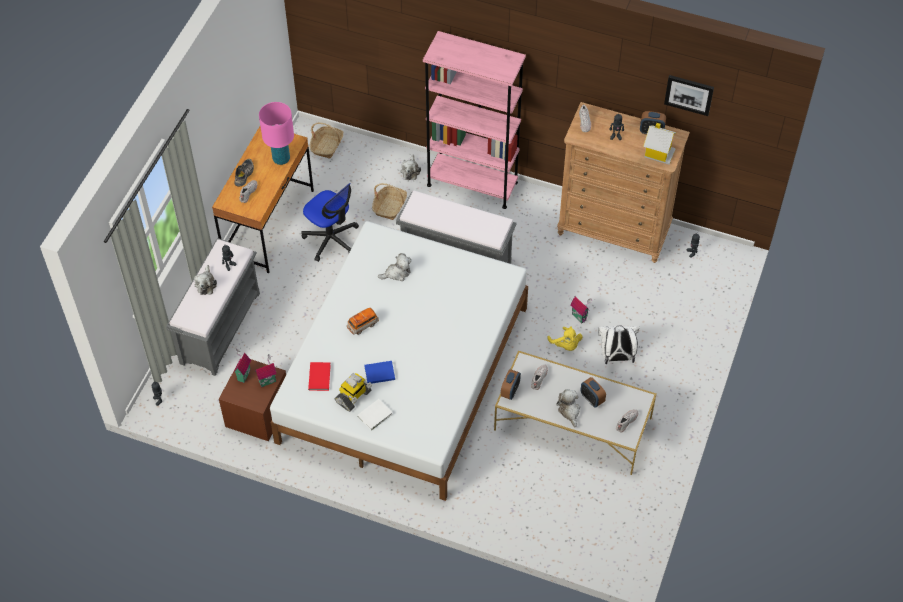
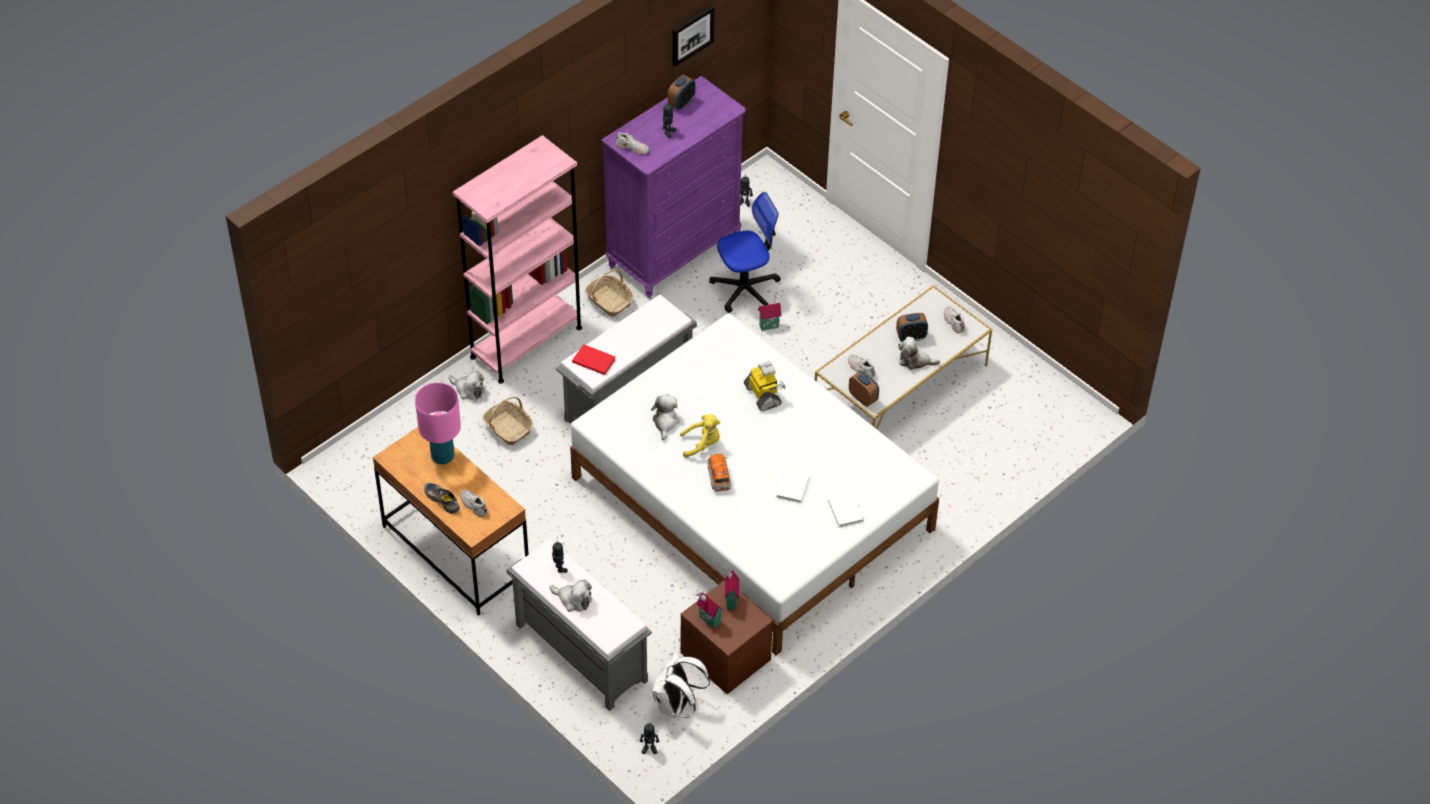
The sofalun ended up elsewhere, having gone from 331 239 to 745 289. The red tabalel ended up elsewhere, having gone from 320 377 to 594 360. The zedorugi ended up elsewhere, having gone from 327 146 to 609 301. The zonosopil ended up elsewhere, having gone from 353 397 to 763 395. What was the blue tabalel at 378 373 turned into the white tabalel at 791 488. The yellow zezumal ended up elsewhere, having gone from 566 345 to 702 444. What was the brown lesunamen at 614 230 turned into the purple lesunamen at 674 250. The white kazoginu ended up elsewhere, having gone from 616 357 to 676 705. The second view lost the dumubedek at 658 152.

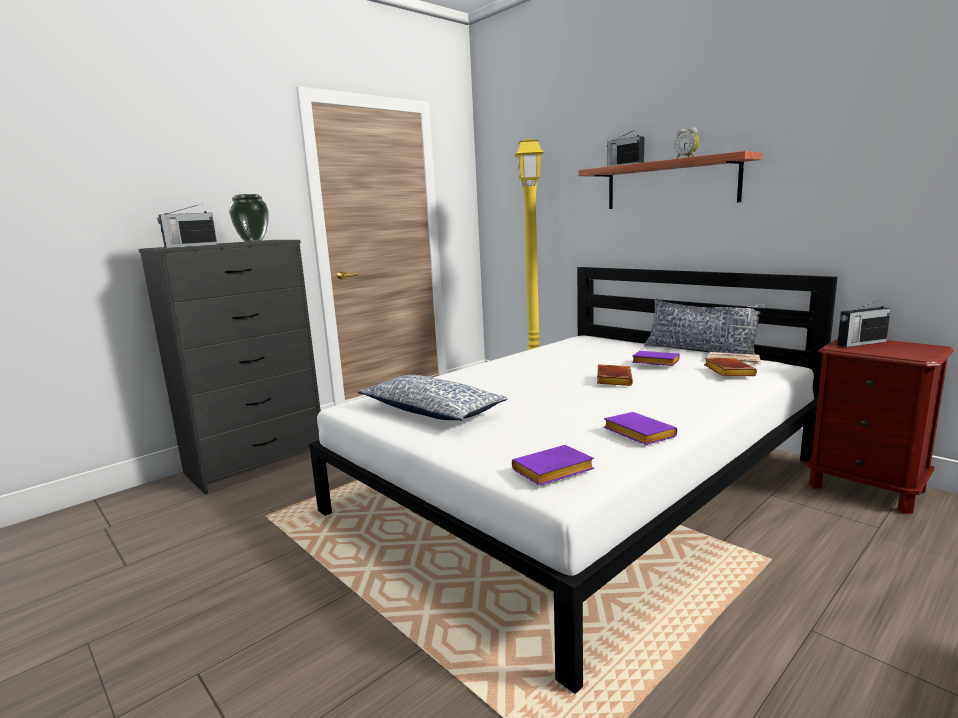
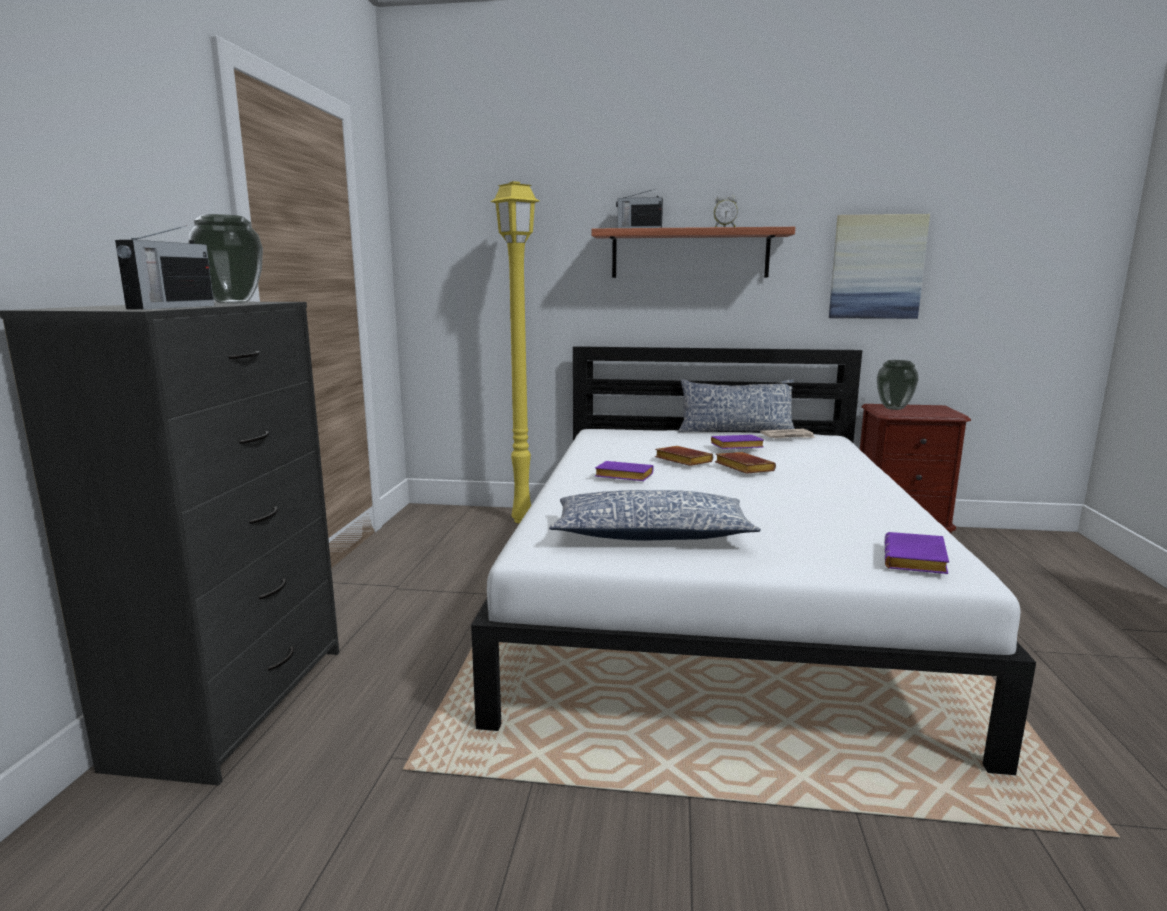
The purple tabalel ended up elsewhere, having gone from 636 434 to 622 477. The brown tabalel ended up elsewhere, having gone from 726 371 to 681 461. Where the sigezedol stood at 860 343, the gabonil came to stand at 893 408. The second view gained the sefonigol at 876 267.

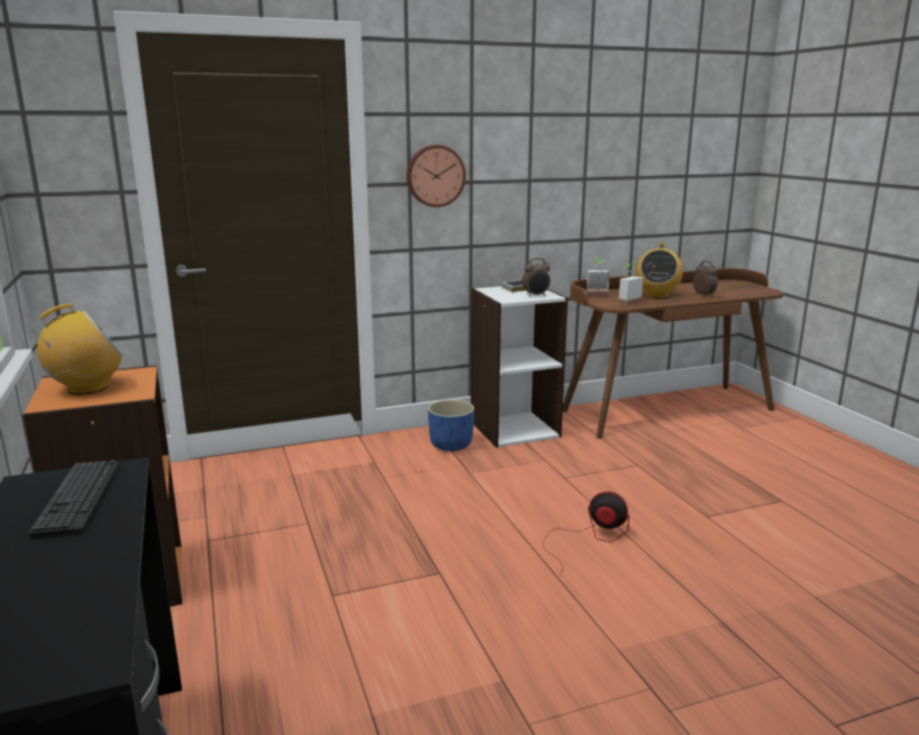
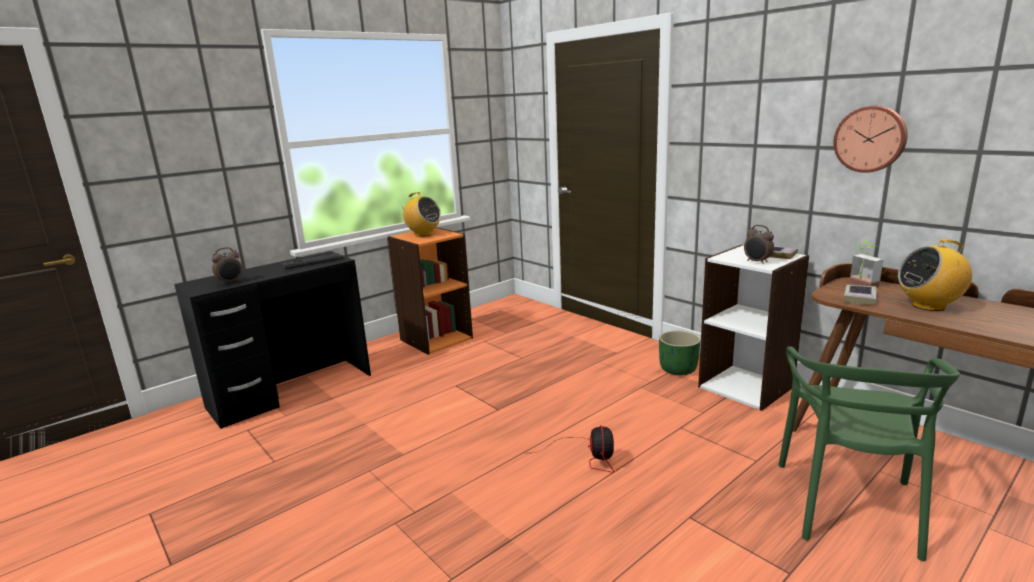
The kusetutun ended up elsewhere, having gone from 435 176 to 870 139. What was the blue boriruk at 451 444 turned into the green boriruk at 678 369. Where the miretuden stood at 626 302, the tabalel came to stand at 860 298. The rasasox ended up elsewhere, having gone from 704 295 to 230 282. The second view gained the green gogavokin at 849 506.

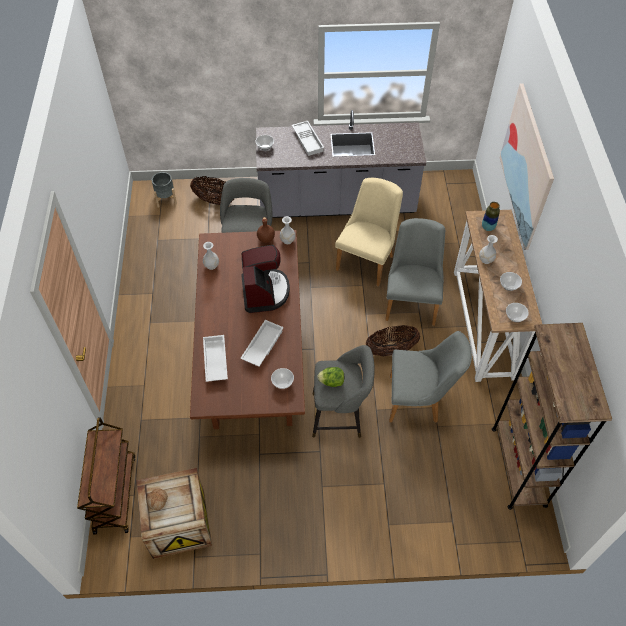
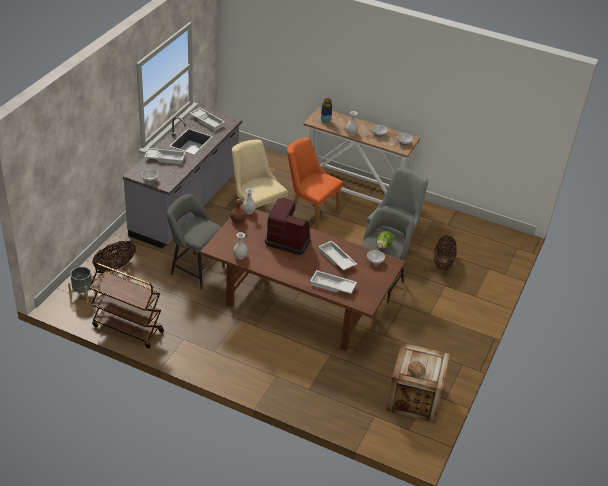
The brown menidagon ended up elsewhere, having gone from 114 493 to 127 329. The zedorugi ended up elsewhere, having gone from 391 350 to 442 263. What was the grey gogavokin at 411 300 turned into the orange gogavokin at 309 210. The second view lost the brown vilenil at 518 466. The second view lost the sefonigol at 526 166. The second view gained the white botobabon at 207 121.

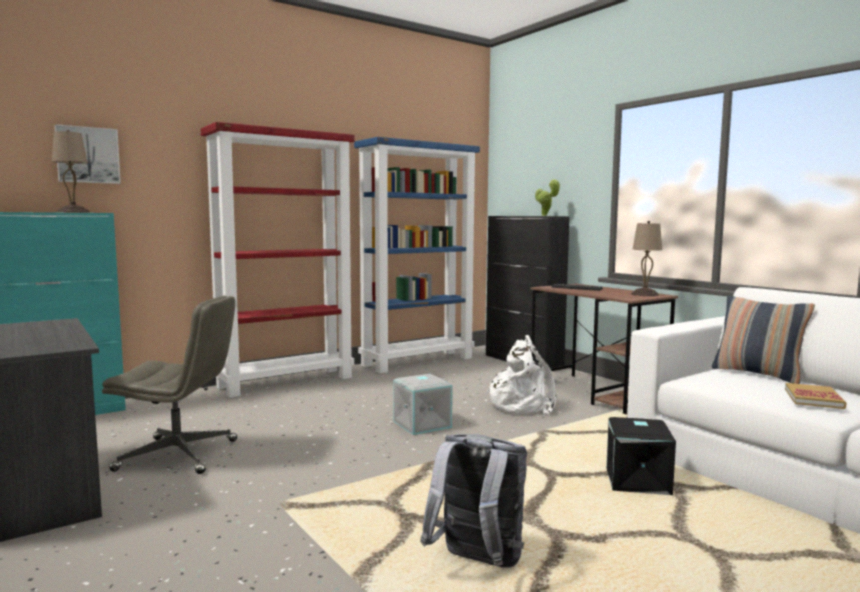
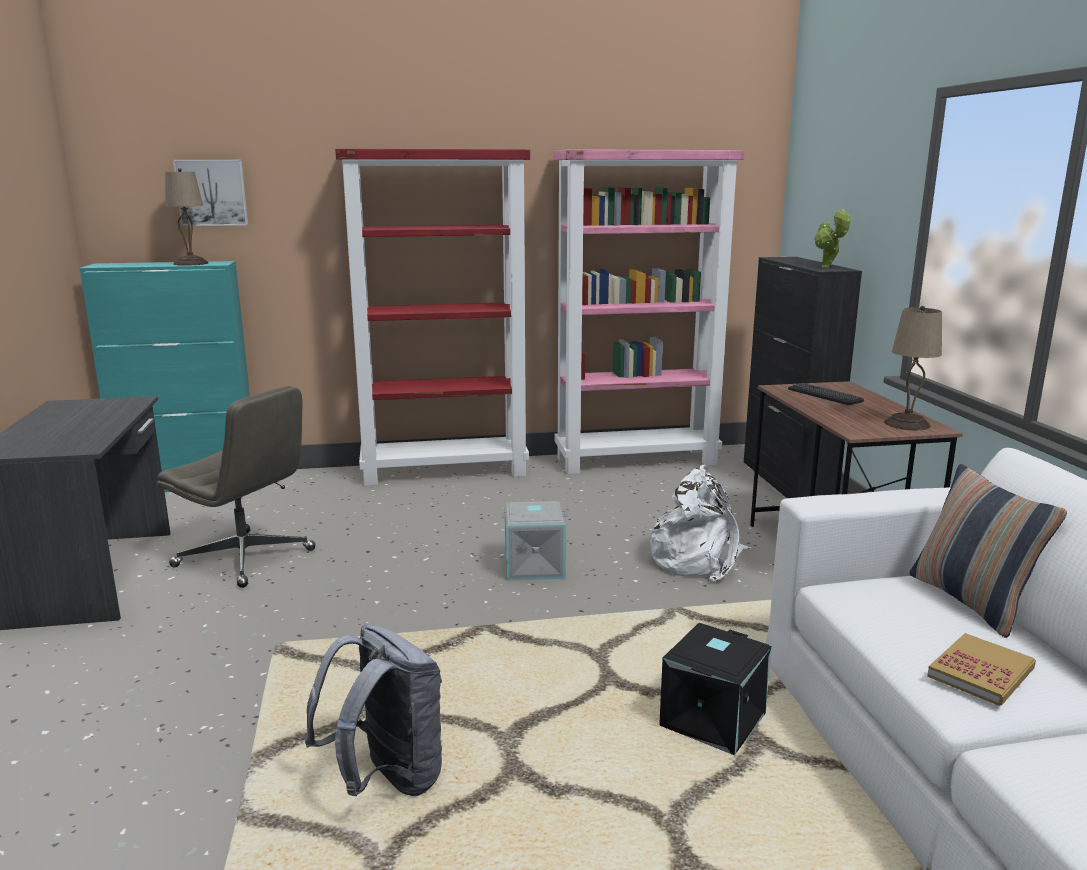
What was the blue vilenil at 418 361 turned into the pink vilenil at 637 460.

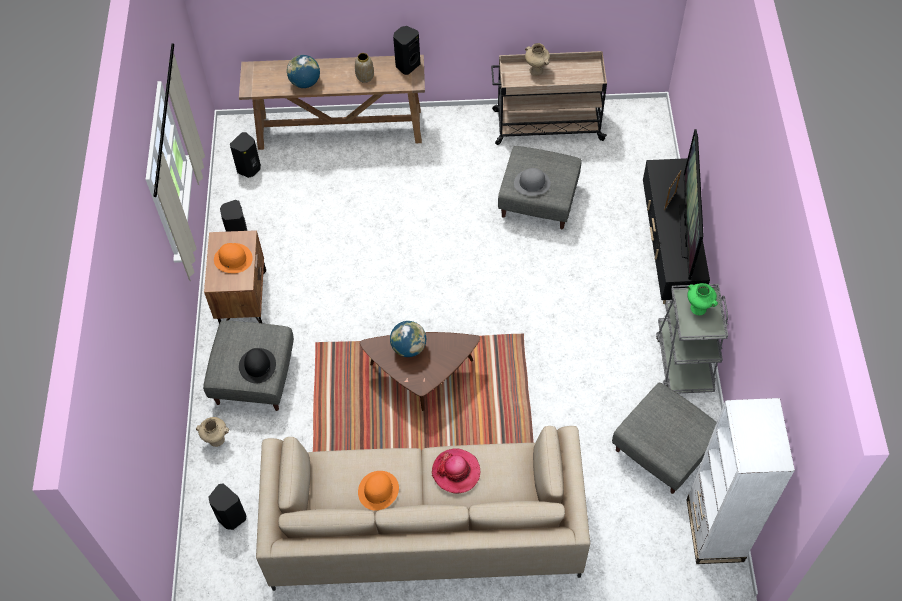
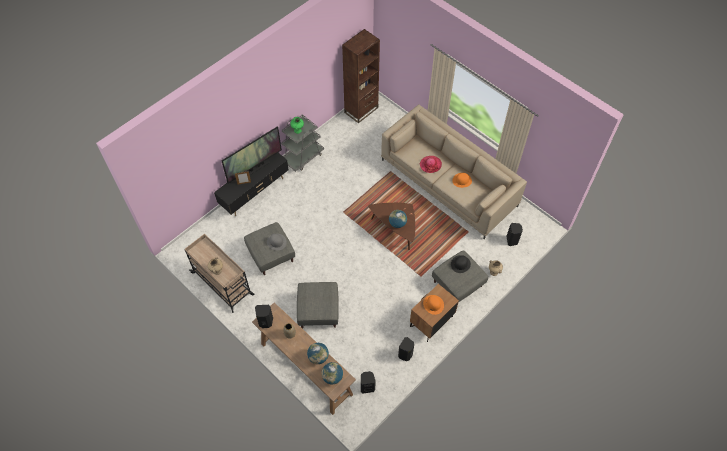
The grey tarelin ended up elsewhere, having gone from 663 449 to 318 311. What was the white vilenil at 714 530 turned into the brown vilenil at 361 110. The second view gained the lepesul at 332 377.

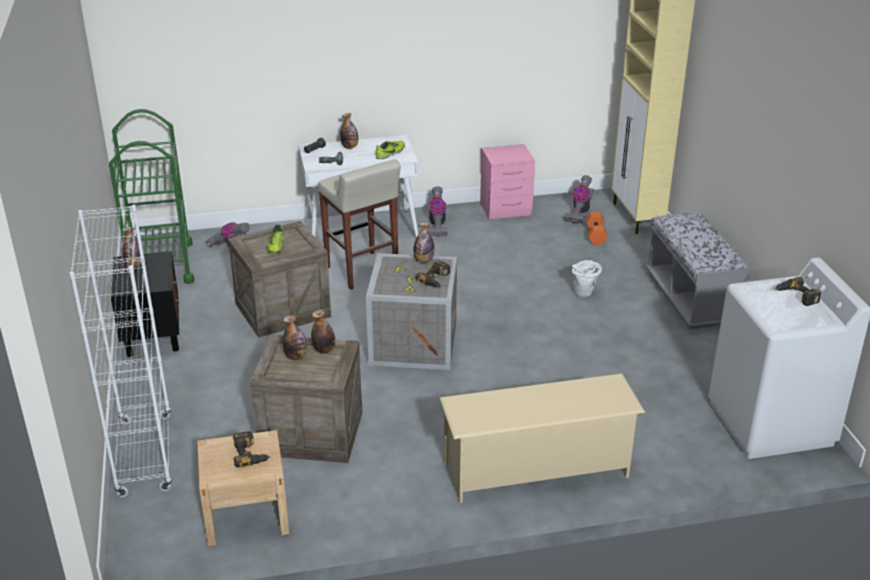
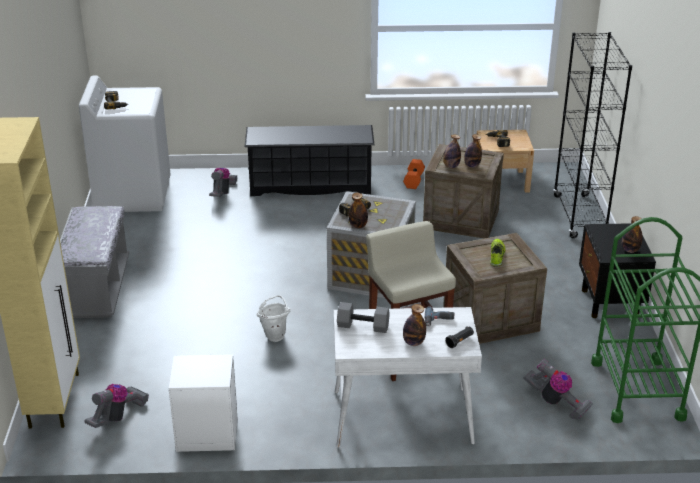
What was the white vilenil at 145 455 turned into the black vilenil at 579 216. Where the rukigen stood at 390 153, the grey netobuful came to stand at 363 326. The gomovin ended up elsewhere, having gone from 437 225 to 222 193. What was the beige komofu at 536 470 turned into the black komofu at 310 185. What was the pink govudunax at 507 209 turned into the white govudunax at 206 433. The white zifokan ended up elsewhere, having gone from 584 294 to 275 335. The orange netobuful ended up elsewhere, having gone from 595 235 to 414 180.

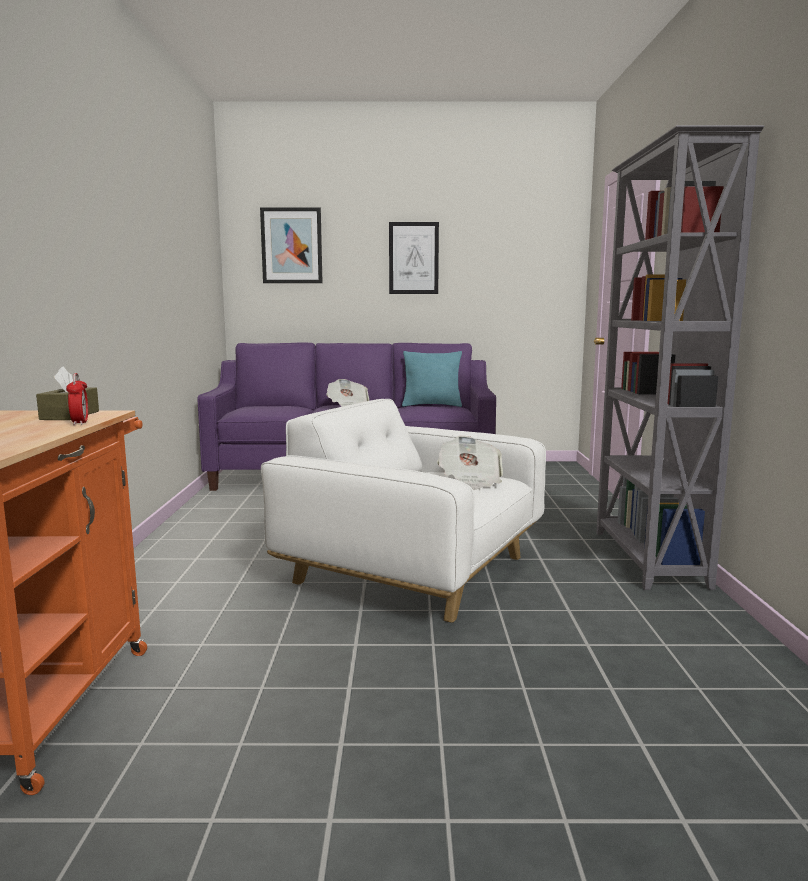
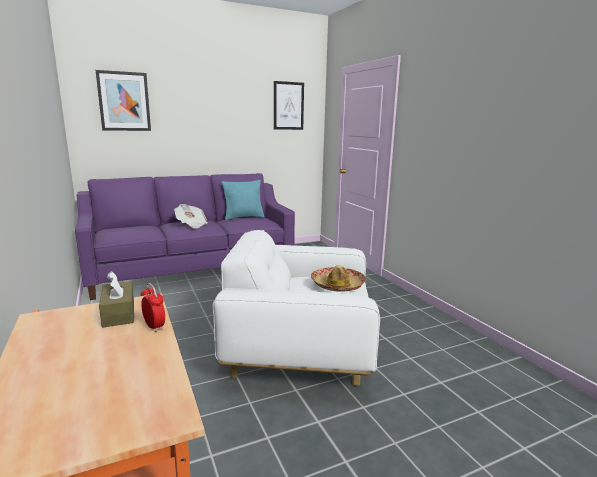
The sefonigol ended up elsewhere, having gone from 413 258 to 288 106. Where the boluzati stood at 470 481, the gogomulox came to stand at 337 285. The second view lost the grey vilenil at 647 559.

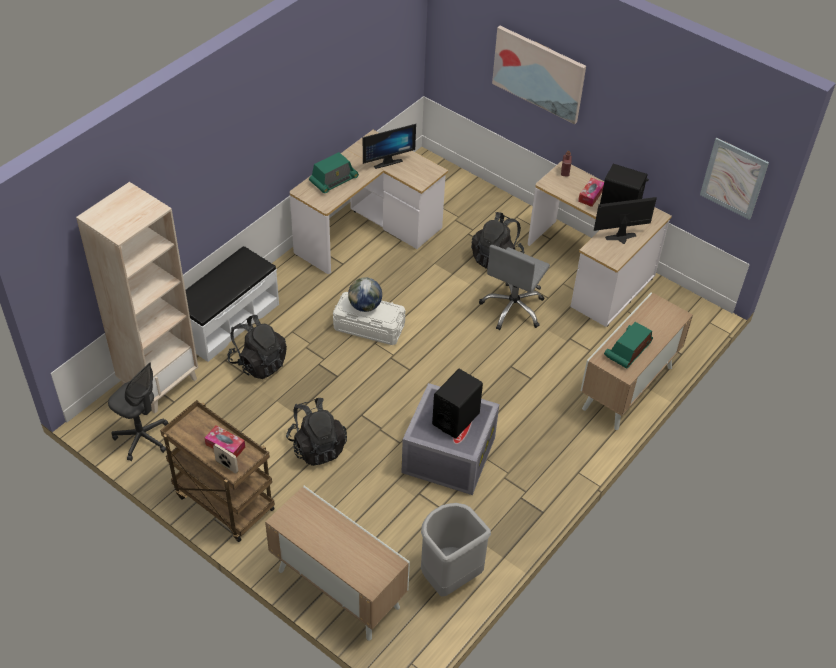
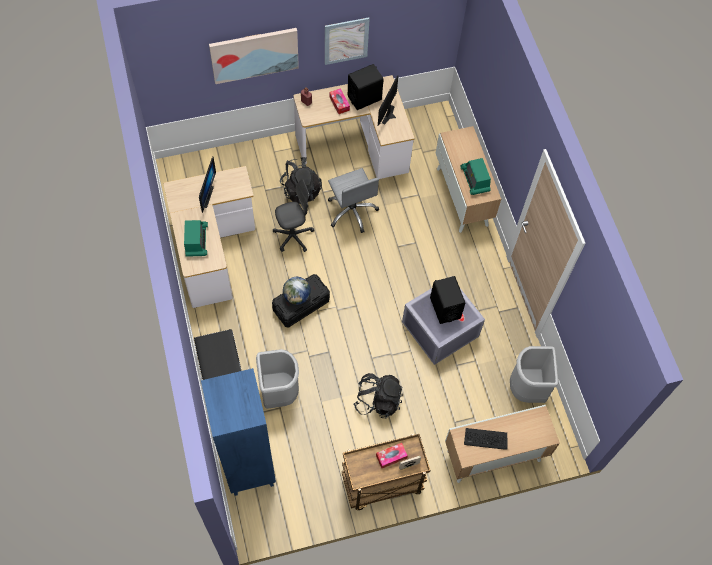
What was the beige vilenil at 159 383 turned into the blue vilenil at 248 467. The grey sofalun ended up elsewhere, having gone from 142 438 to 293 236. Where the black kazoginu stood at 258 362, the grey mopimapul came to stand at 279 392. What was the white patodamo at 369 327 turned into the black patodamo at 301 305. The sefonigol ended up elsewhere, having gone from 733 178 to 346 41. The second view gained the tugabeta at 485 439.

